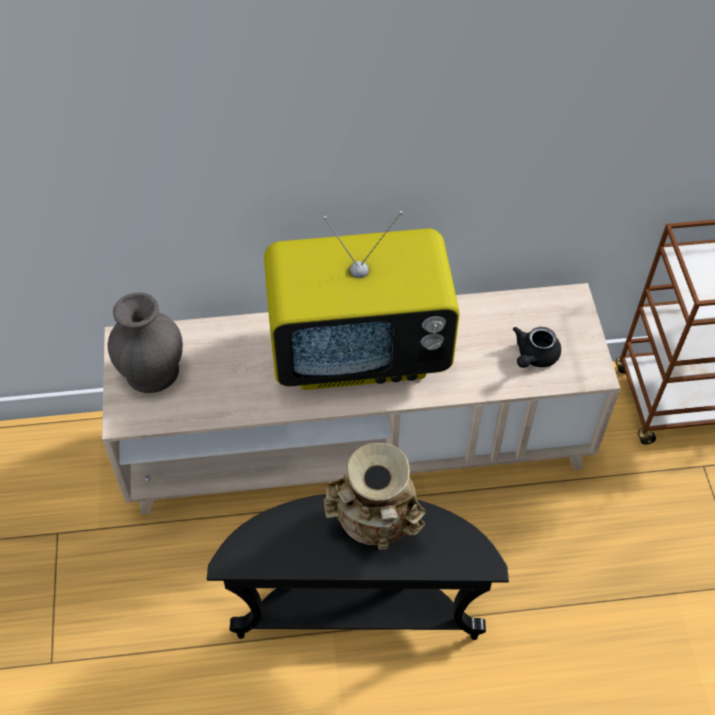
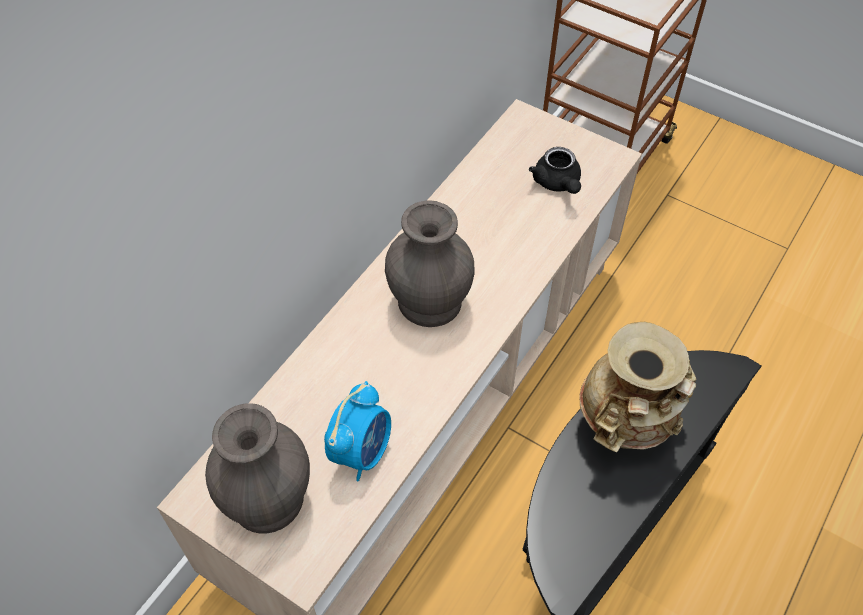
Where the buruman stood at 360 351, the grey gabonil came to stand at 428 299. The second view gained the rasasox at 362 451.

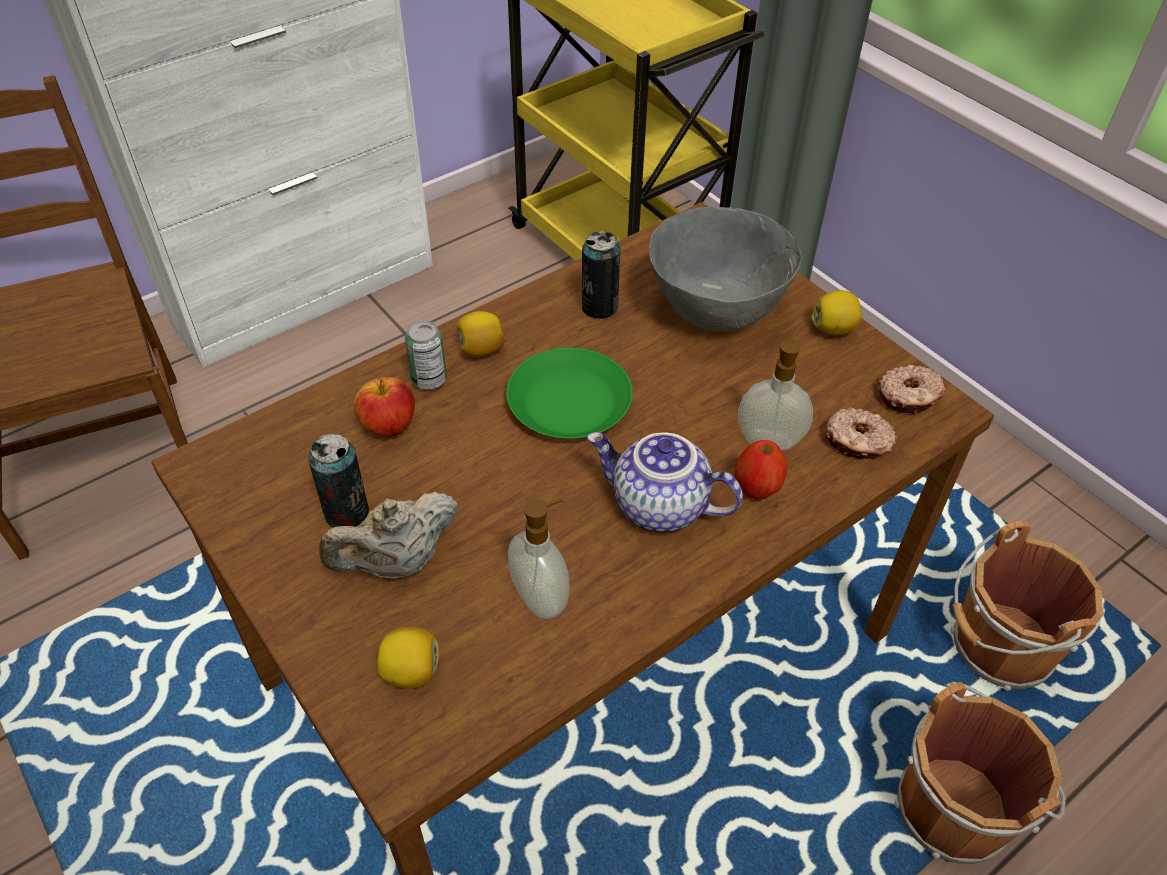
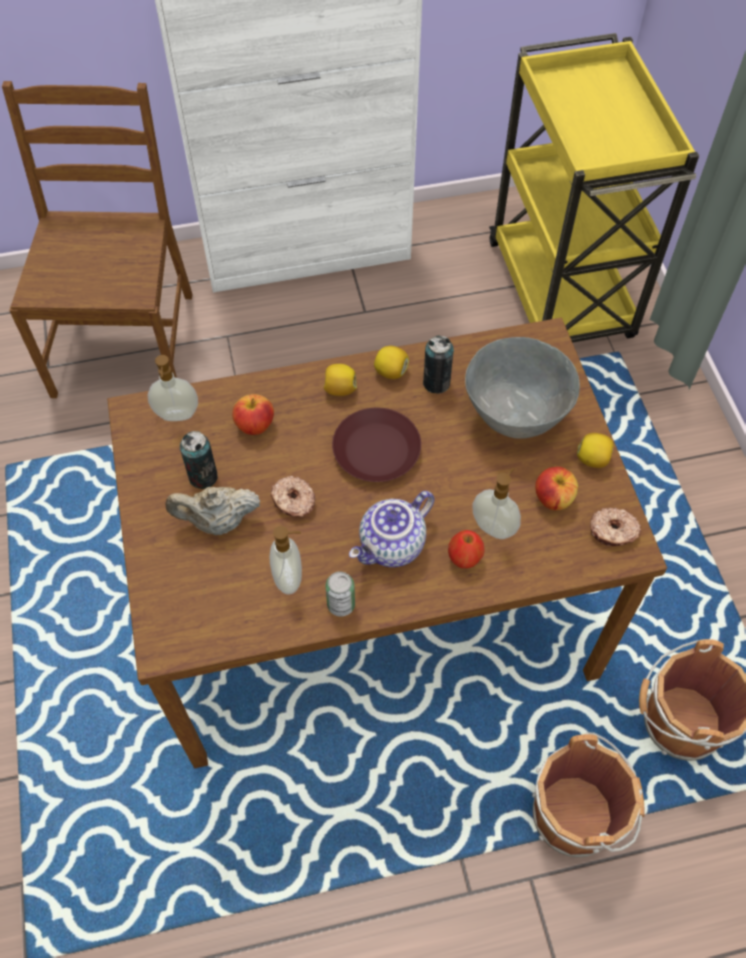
The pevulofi ended up elsewhere, having gone from 411 671 to 391 372. The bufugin ended up elsewhere, having gone from 429 379 to 341 605. What was the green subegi at 568 403 turned into the brown subegi at 375 450. The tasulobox at 658 507 ended up facing another way, 90 degrees counterclockwise from before. The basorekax ended up elsewhere, having gone from 857 442 to 293 501. The second view gained the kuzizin at 177 416. The second view gained the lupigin at 553 499.

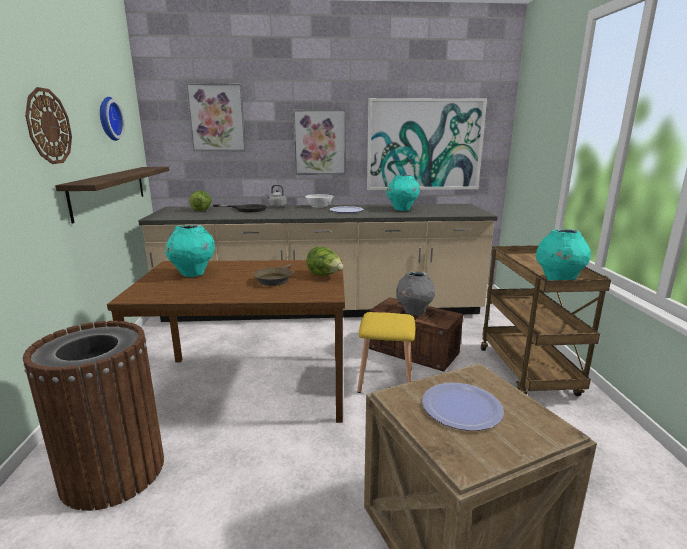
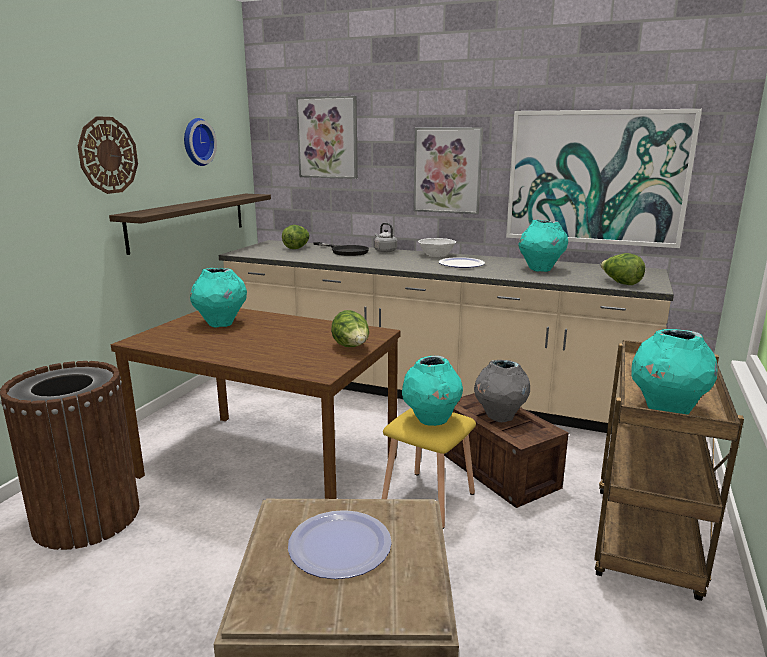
The second view lost the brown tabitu at 274 279. The second view gained the turquoise gabonil at 431 420. The second view gained the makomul at 620 283.

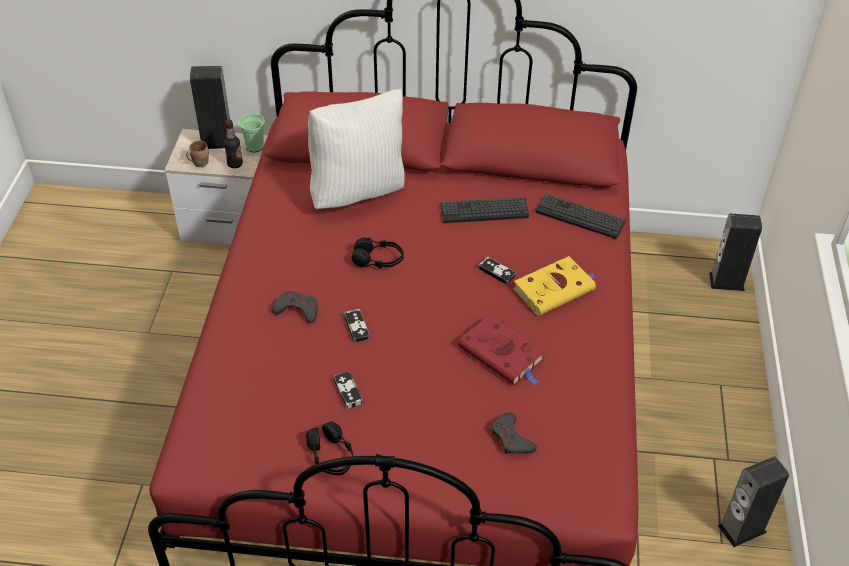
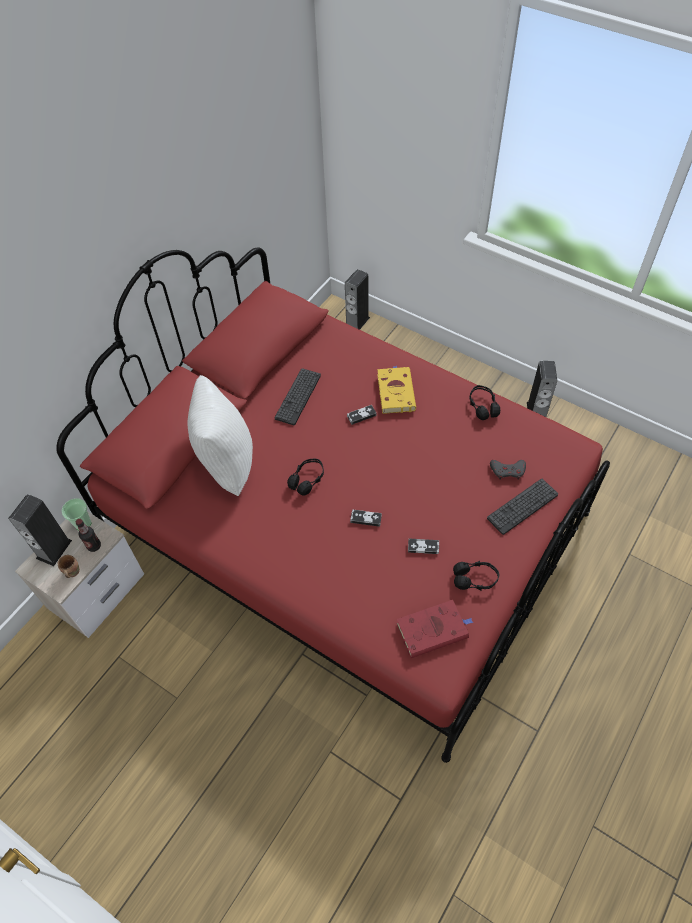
The second view lost the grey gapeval at 297 310. The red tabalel ended up elsewhere, having gone from 503 355 to 433 629. The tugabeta ended up elsewhere, having gone from 580 217 to 522 506. The second view gained the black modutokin at 483 406.

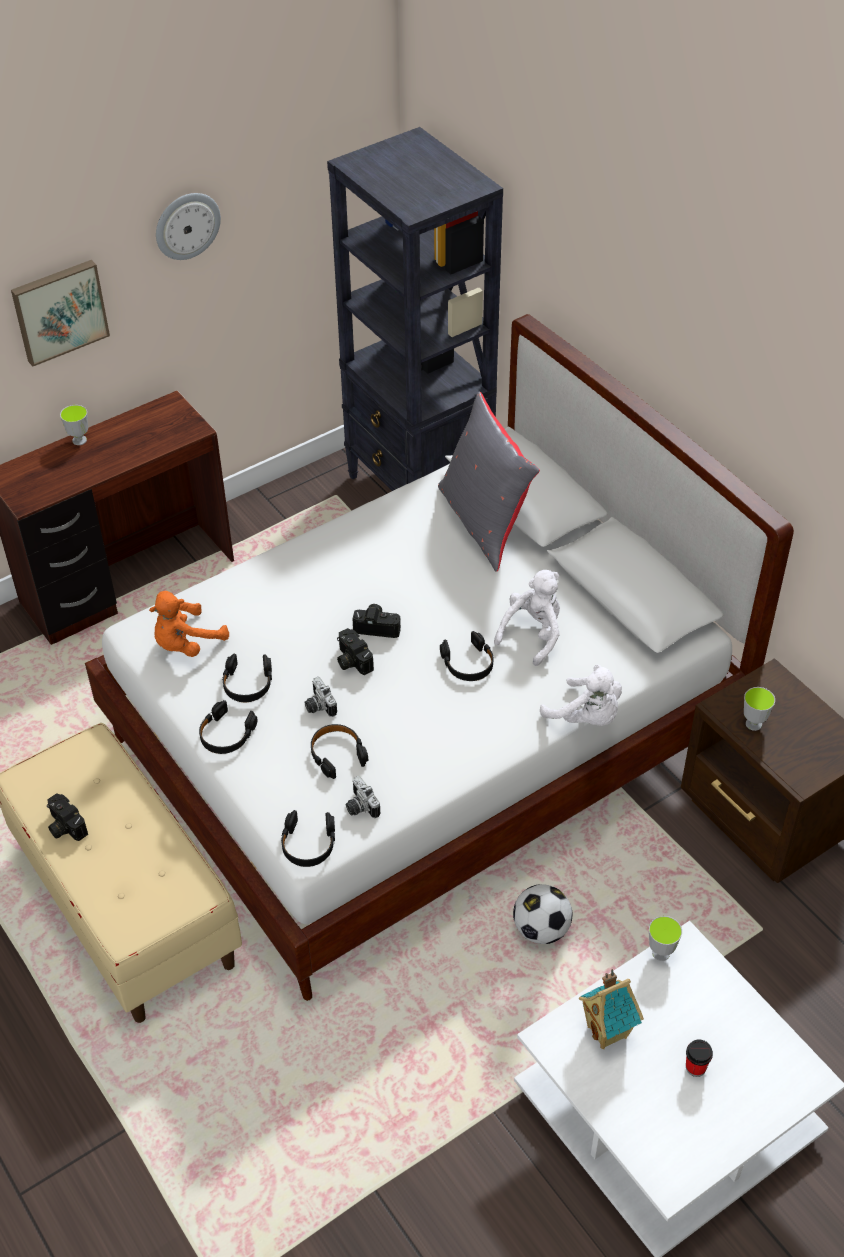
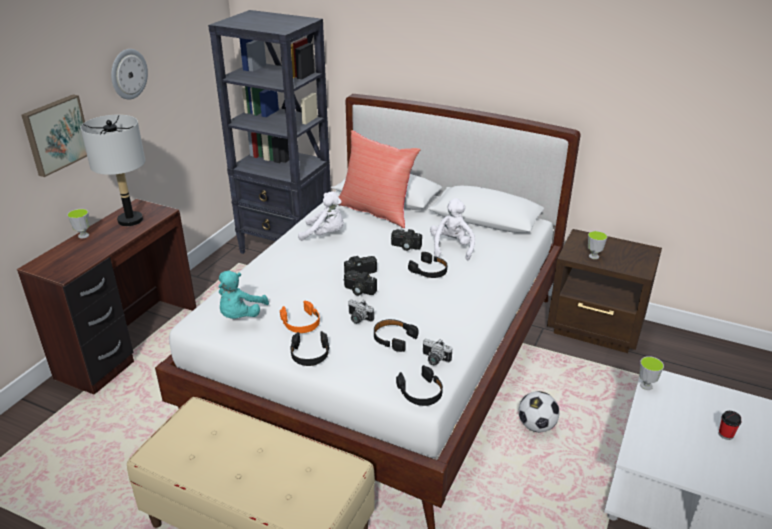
The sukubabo ended up elsewhere, having gone from 64 826 to 405 247. What was the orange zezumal at 186 644 turned into the turquoise zezumal at 241 316. What was the black modutokin at 247 684 turned into the orange modutokin at 301 323. What was the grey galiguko at 484 522 turned into the red galiguko at 376 211. The white zezumal ended up elsewhere, having gone from 586 717 to 325 234. The second view lost the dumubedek at 608 1031. The second view gained the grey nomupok at 130 220.

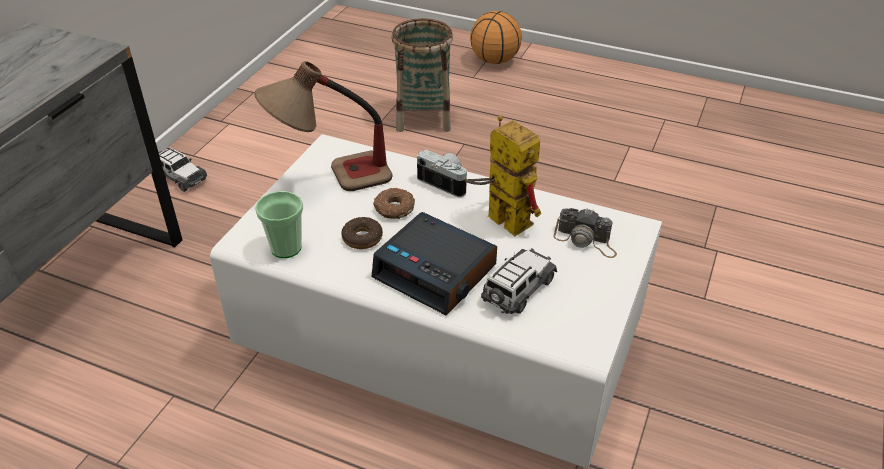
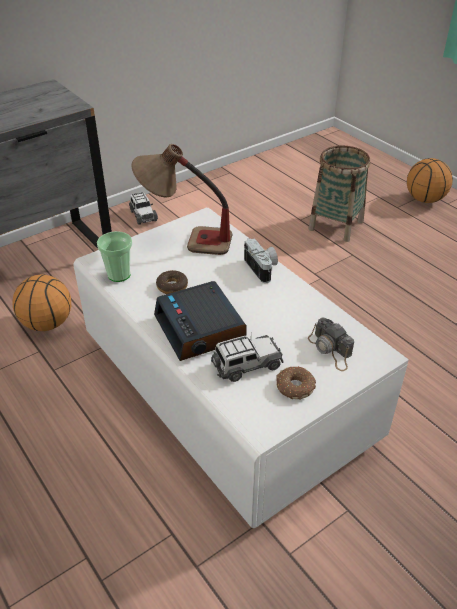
The basorekax ended up elsewhere, having gone from 394 209 to 294 387. The second view lost the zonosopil at 500 218. The second view gained the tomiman at 47 323.

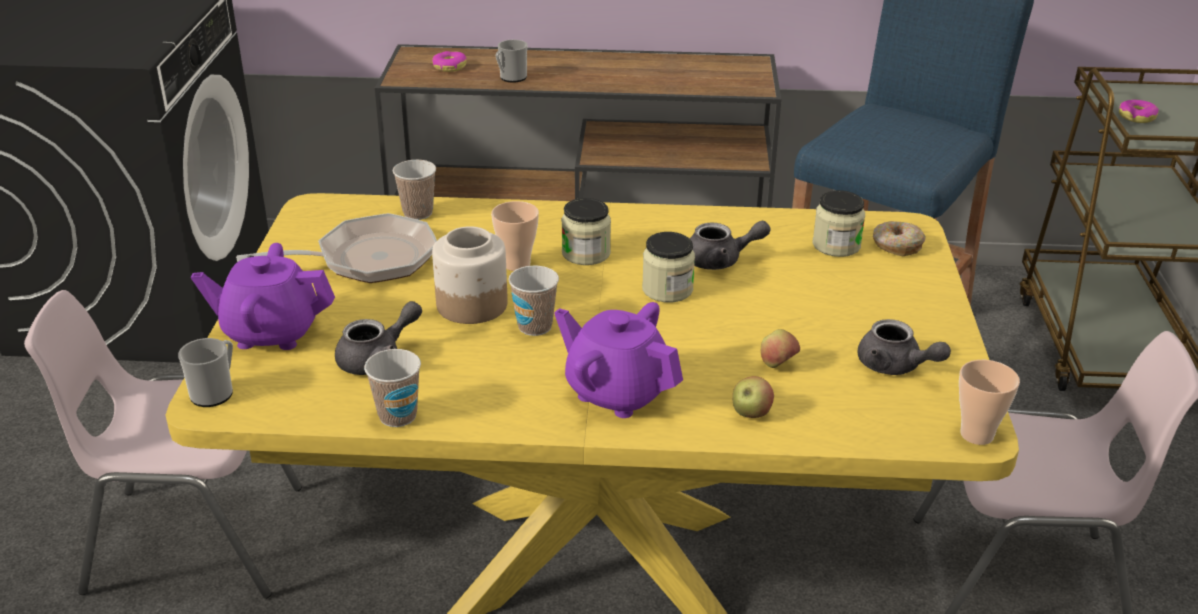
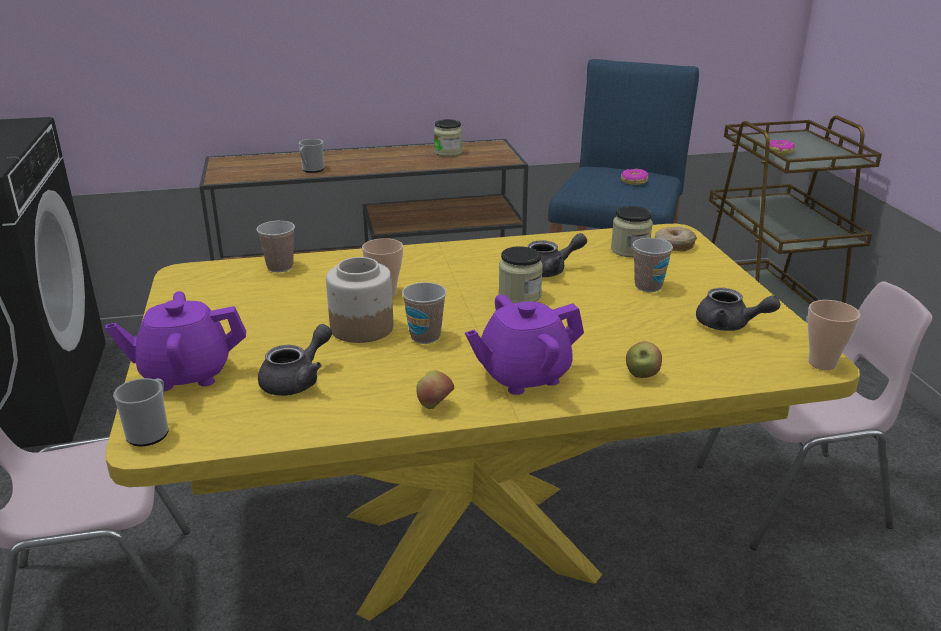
The second view lost the tabitu at 367 260. The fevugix ended up elsewhere, having gone from 397 416 to 648 286. The basorekax ended up elsewhere, having gone from 449 67 to 633 181. The purple tasulobox at 617 392 ended up facing another way, 45 degrees counterclockwise from before. The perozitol ended up elsewhere, having gone from 586 253 to 448 152. The lupigin ended up elsewhere, having gone from 778 365 to 435 406.

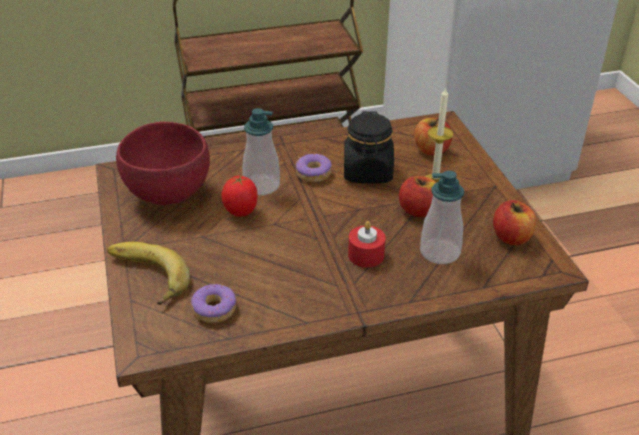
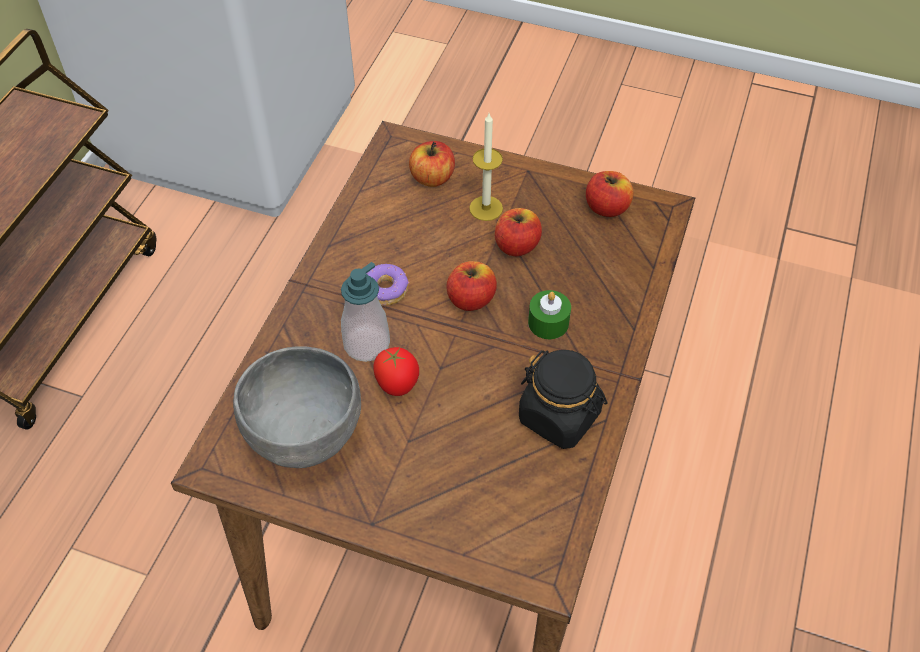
The second view lost the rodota at 145 277. What was the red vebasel at 167 194 turned into the grey vebasel at 304 436. The second view lost the basorekax at 215 309. The black perozitol ended up elsewhere, having gone from 368 172 to 559 416. What was the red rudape at 366 255 turned into the green rudape at 548 322. The second view lost the kuzizin at 440 252. The second view gained the lupigin at 471 299.

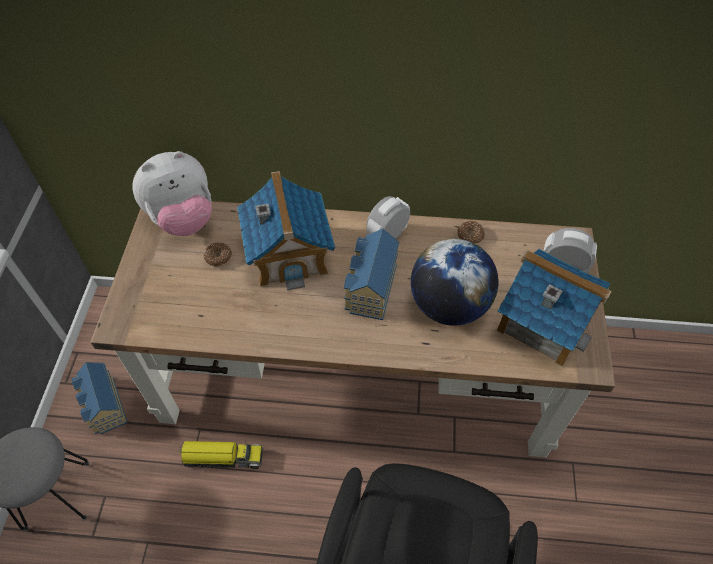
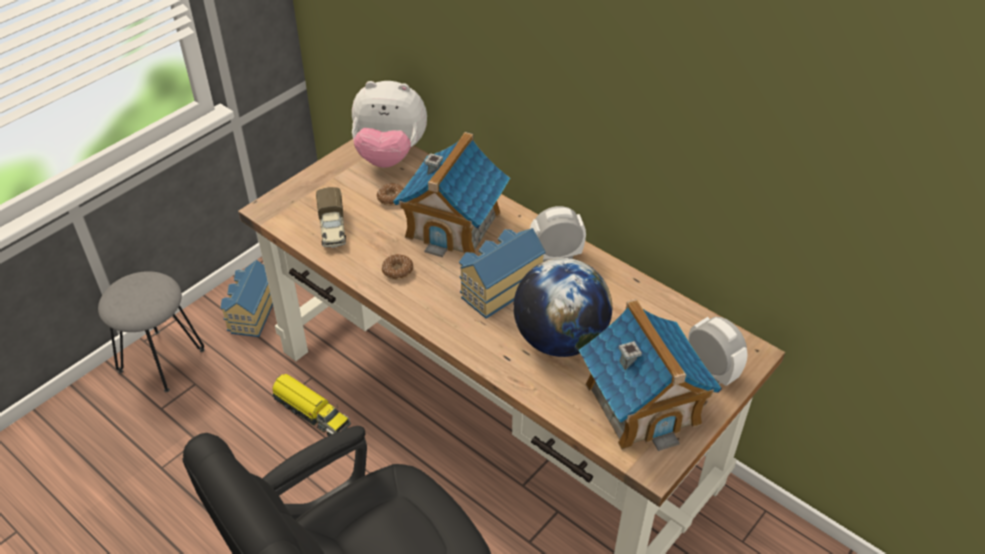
The basorekax ended up elsewhere, having gone from 470 235 to 397 271. The second view gained the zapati at 332 229.

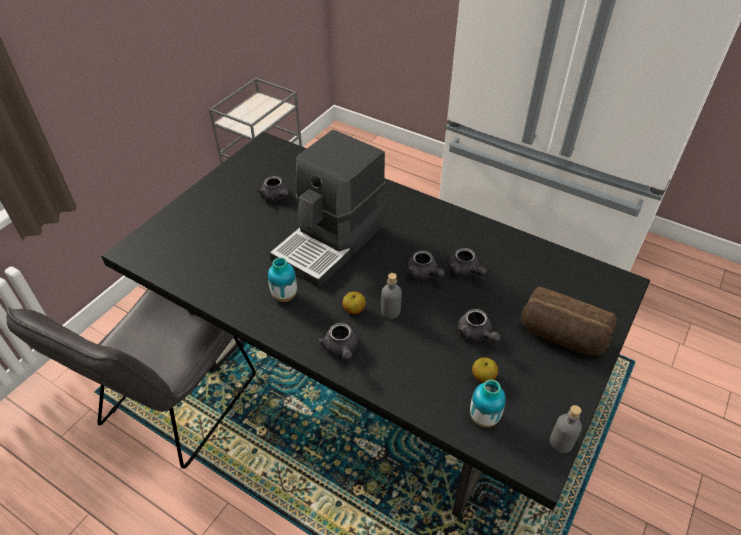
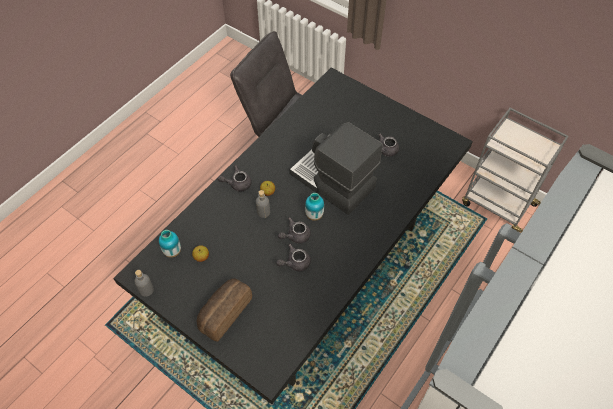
The gabonil ended up elsewhere, having gone from 284 296 to 314 215. The second view lost the grey tasulobox at 476 334.

